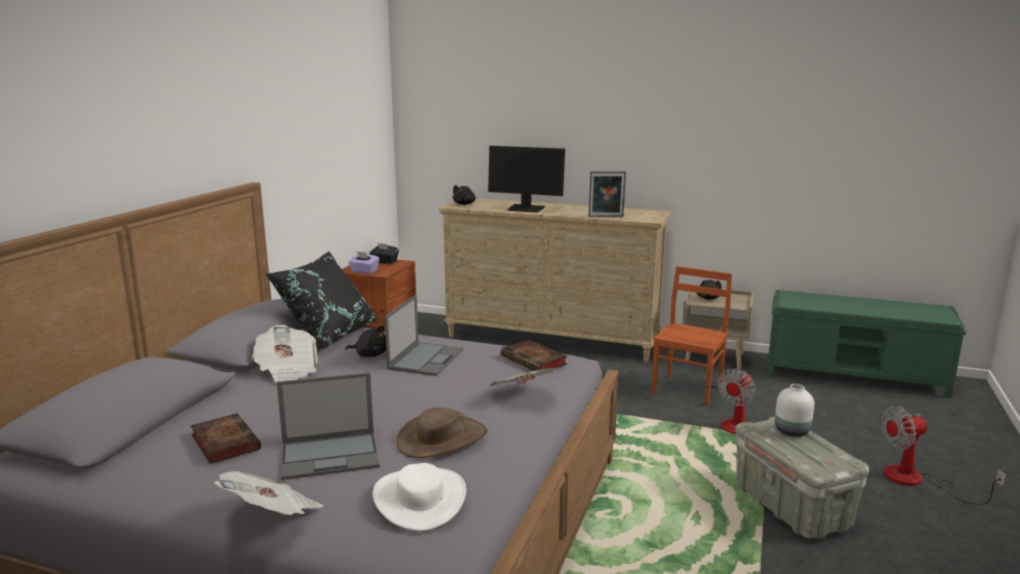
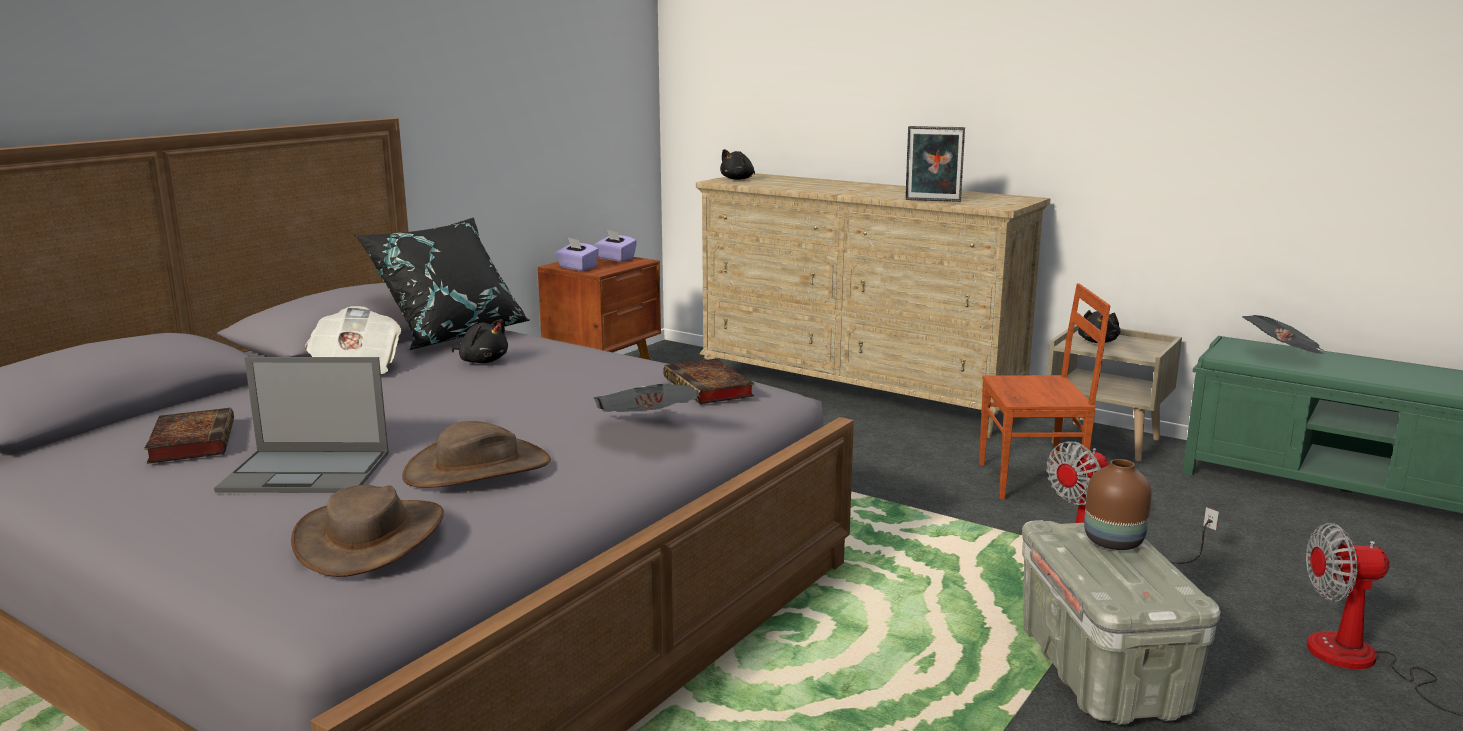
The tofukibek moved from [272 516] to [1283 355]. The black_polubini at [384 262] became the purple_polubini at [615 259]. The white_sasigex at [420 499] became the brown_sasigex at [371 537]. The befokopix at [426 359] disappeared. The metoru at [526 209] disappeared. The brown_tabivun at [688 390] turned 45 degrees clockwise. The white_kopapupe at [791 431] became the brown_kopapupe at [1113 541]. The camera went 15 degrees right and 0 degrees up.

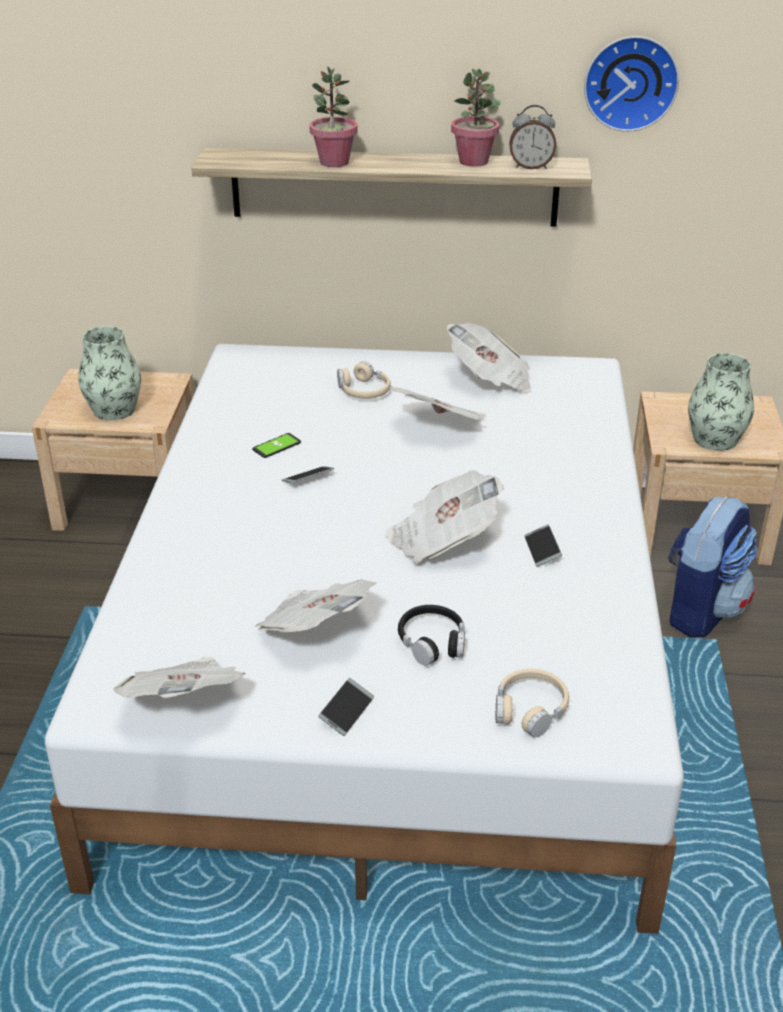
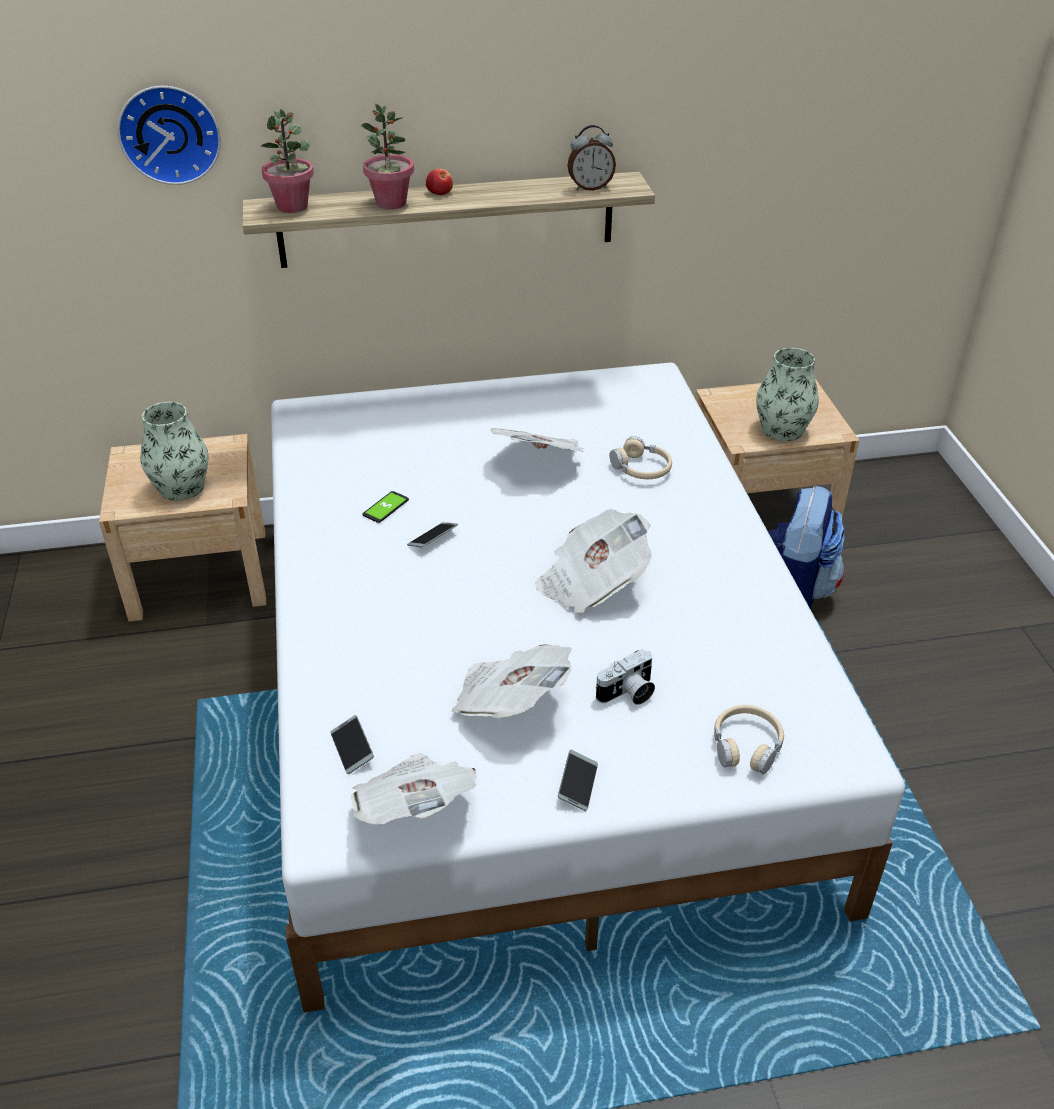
The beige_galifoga moved from [363 391] to [641 468]. The black_galifoga at [432 642] was replaced by the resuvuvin at [628 693]. The tofukibek at [490 379] disappeared. The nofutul moved from [474 161] to [293 206]. The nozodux moved from [542 550] to [352 749]. The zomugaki moved from [630 82] to [170 133]. The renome at [440 192] appeared. The camera went 15 degrees left and 5 degrees up.

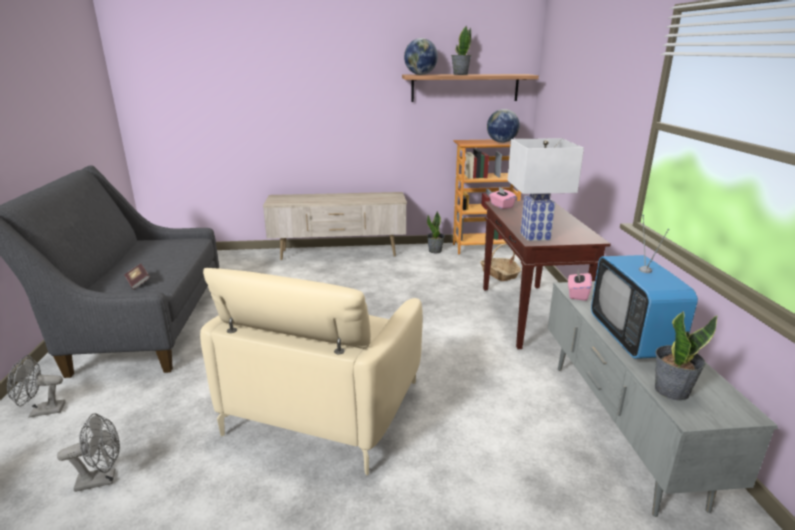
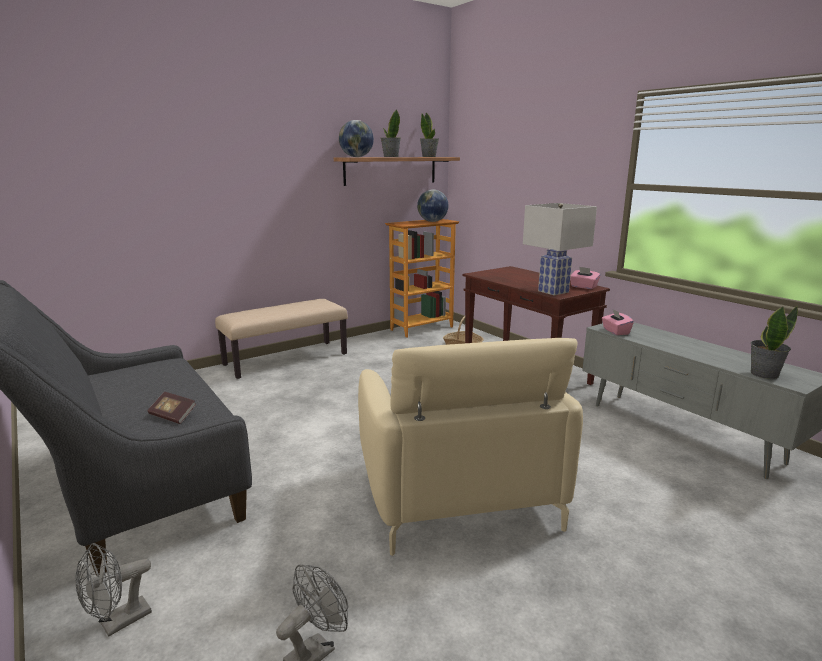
The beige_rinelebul at [338 253] was replaced by the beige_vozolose at [286 359]. The nofutul moved from [435 251] to [429 156]. The pink_polubini moved from [501 206] to [583 287]. The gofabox at [632 338] disappeared. The camera went 30 degrees left and 5 degrees down.

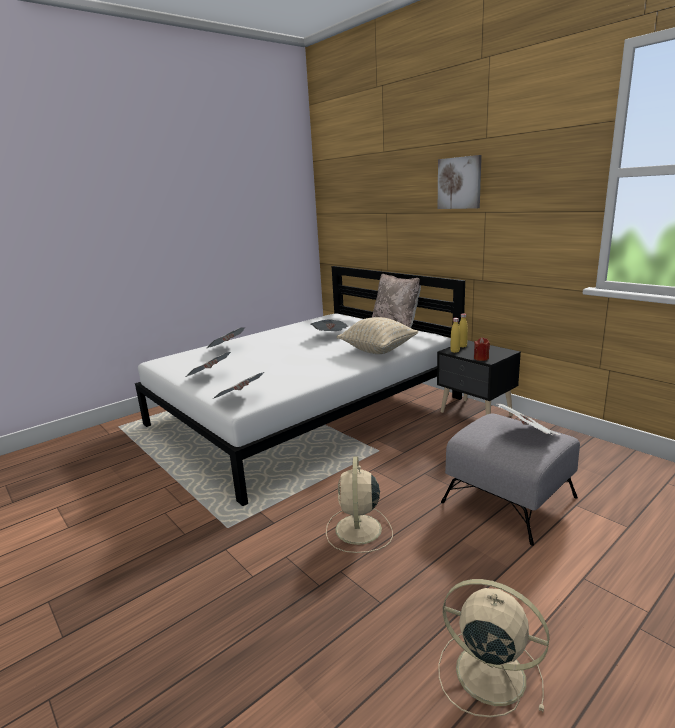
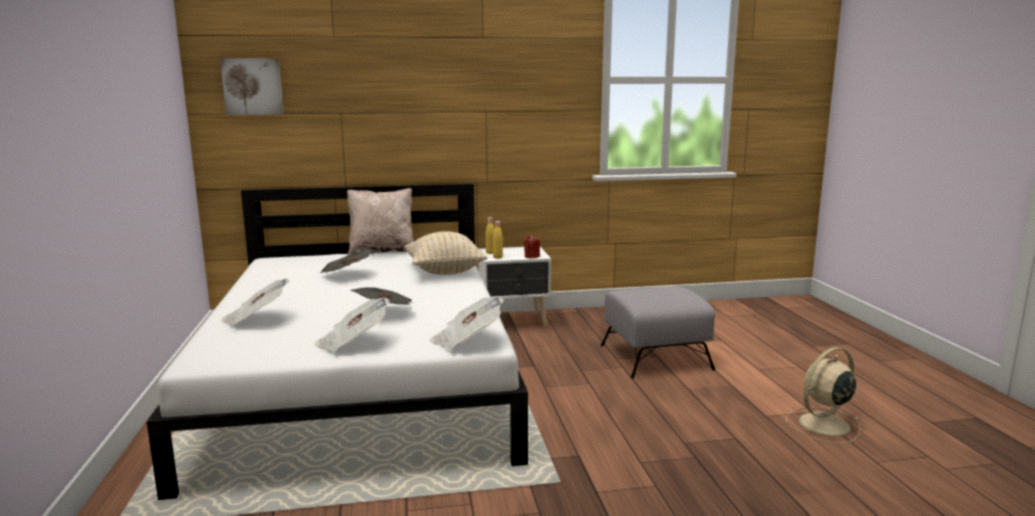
The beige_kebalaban at [358 530] disappeared. The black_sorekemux at [476 414] became the white_sorekemux at [514 322]. The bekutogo moved from [459 183] to [253 86]. The tofukibek moved from [527 435] to [386 313]. The camera went 60 degrees left and 5 degrees down.

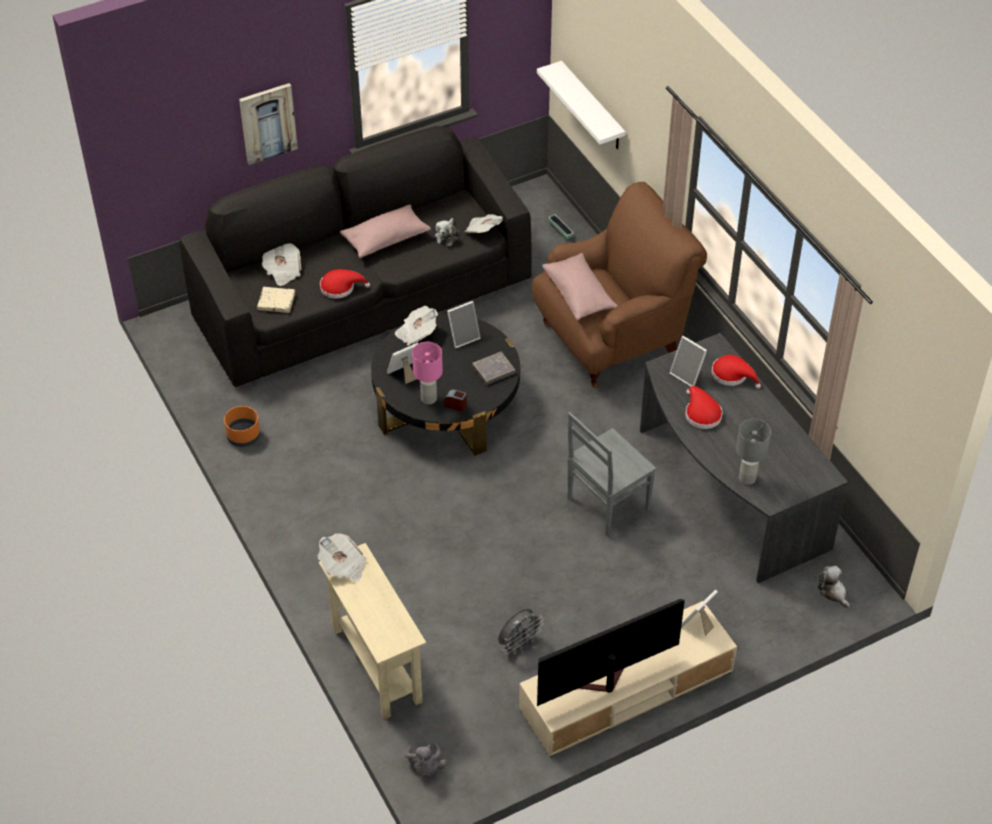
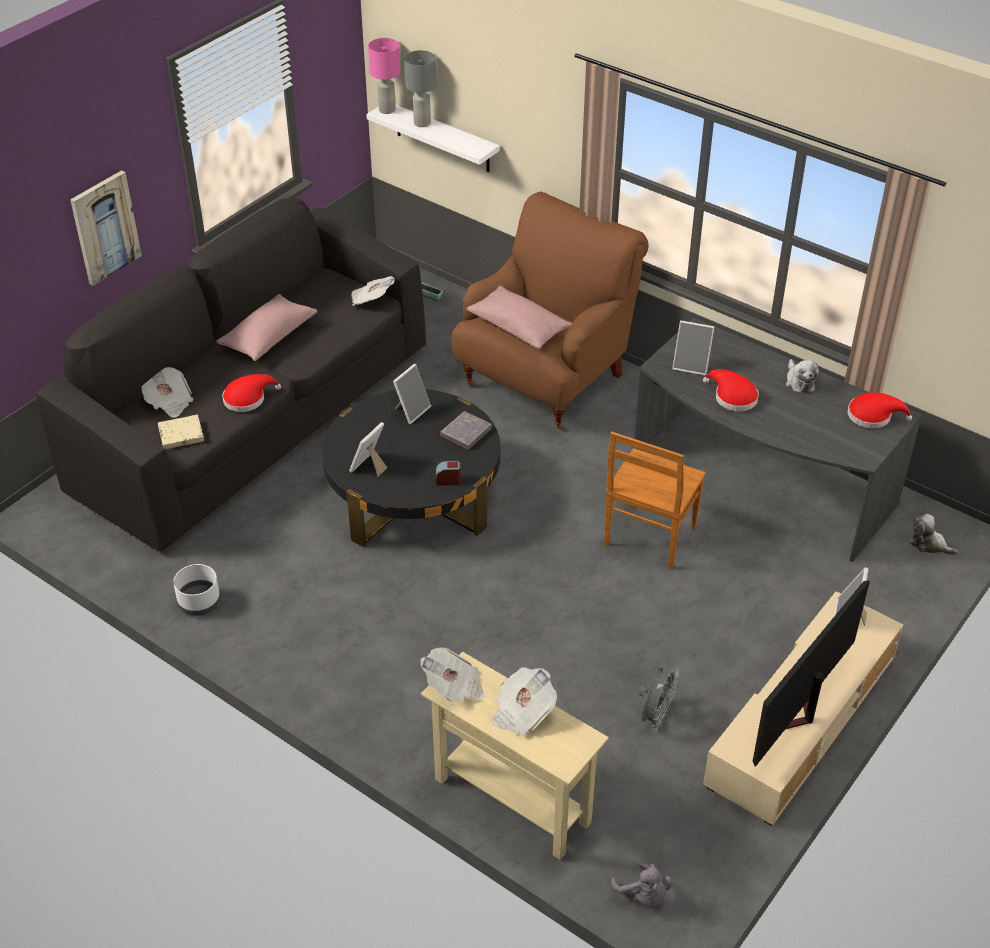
The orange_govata at [243 436] became the white_govata at [199 602]. The tofukibek moved from [416 333] to [522 712]. The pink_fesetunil moved from [428 399] to [386 110]. The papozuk moved from [447 236] to [799 381]. The grey_tabivun at [606 505] became the brown_tabivun at [648 538]. The red_sasigex moved from [732 375] to [873 416]. The grey_fesetunil moved from [746 478] to [421 123]. The camera went 25 degrees left and 5 degrees down.

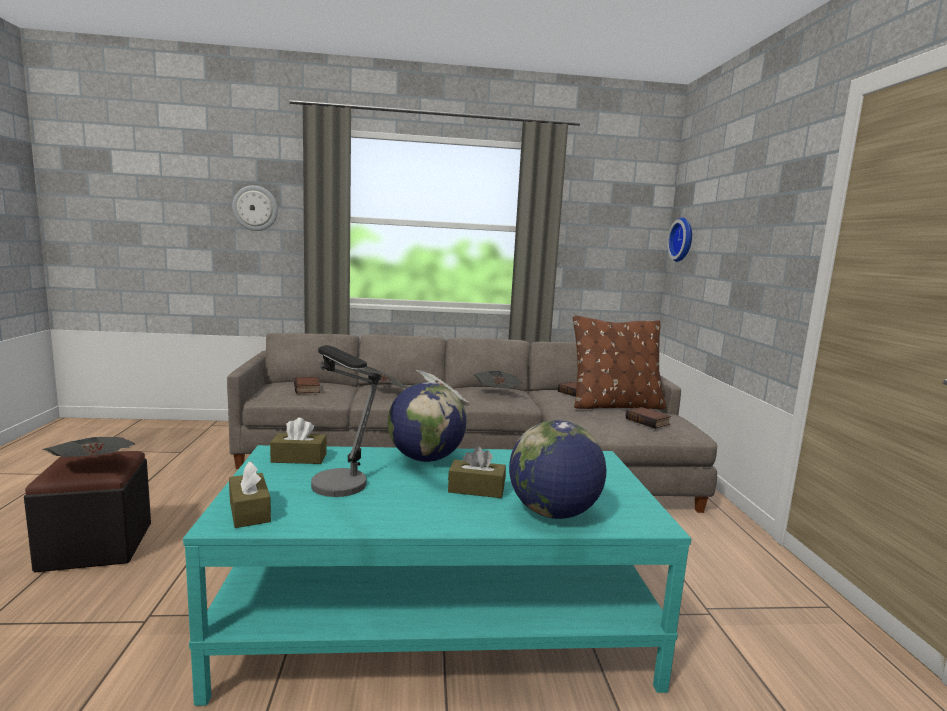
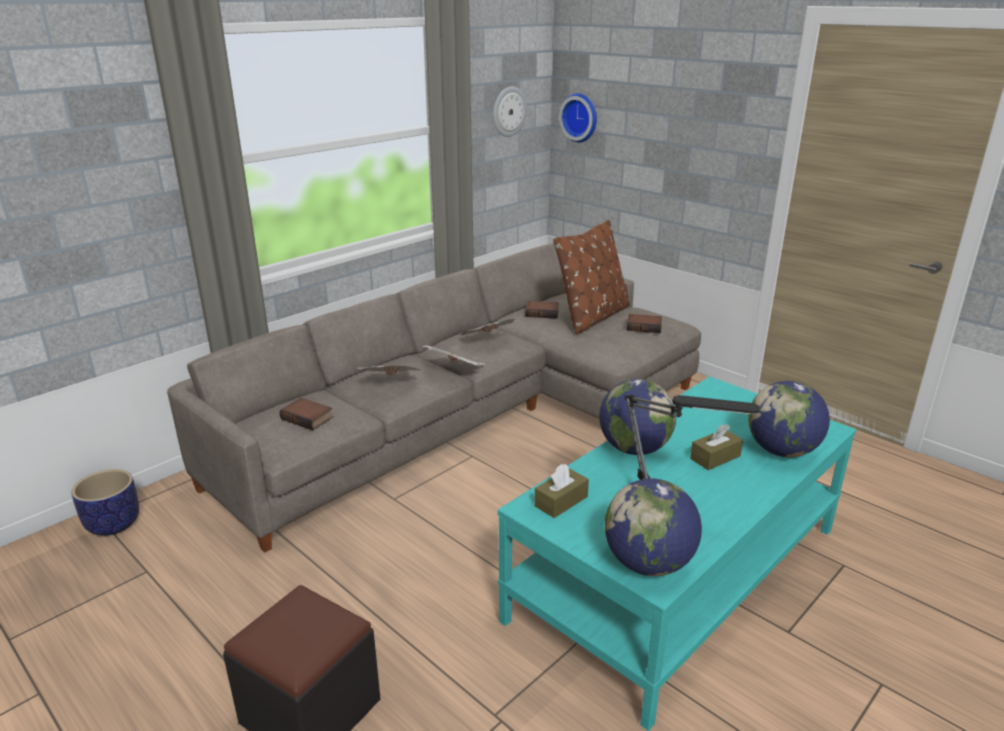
The tofukibek at [94 467] disappeared. The brown_polubini at [249 511] was replaced by the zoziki at [648 564]. The zomugaki moved from [255 208] to [508 111]. The govata at [112 524] appeared. The camera went 40 degrees left and 15 degrees up.

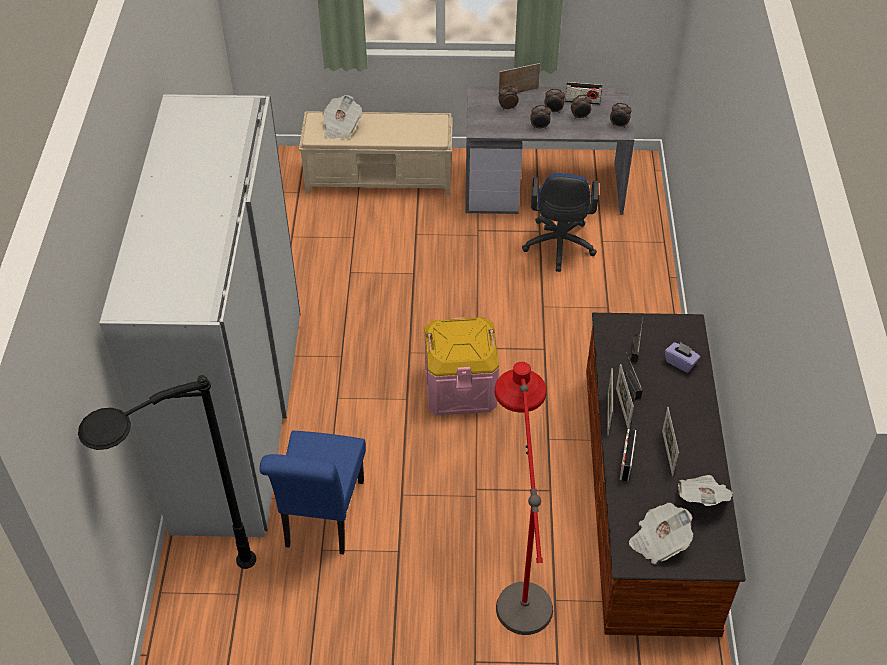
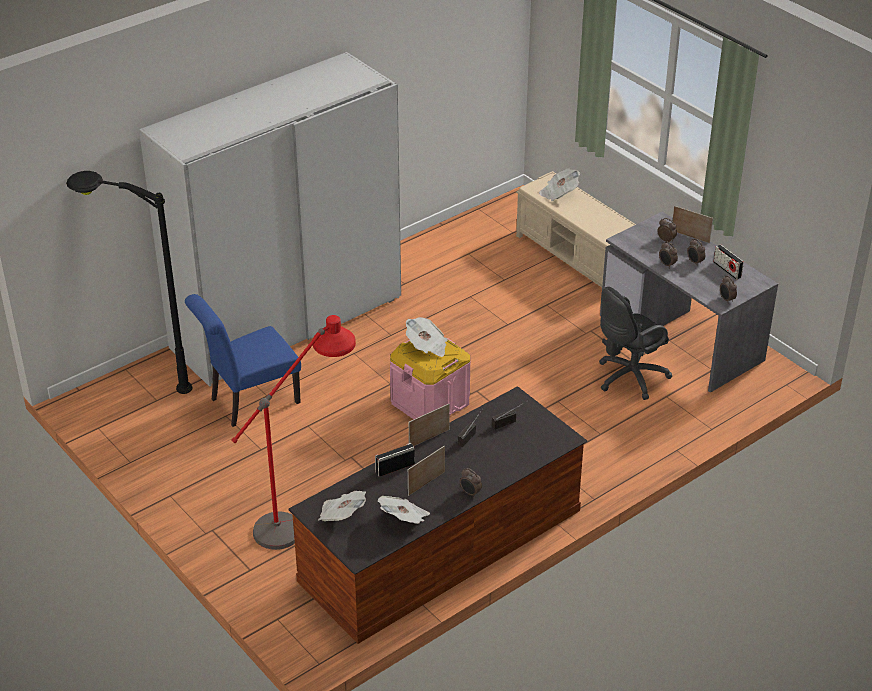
The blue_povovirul at [558 247] became the black_povovirul at [628 378]. The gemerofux moved from [580 117] to [470 493]. The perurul at [622 409] disappeared. The purple_polubini at [680 362] disappeared. The tofukibek at [427 346] appeared. The camera went 50 degrees right and 10 degrees down.

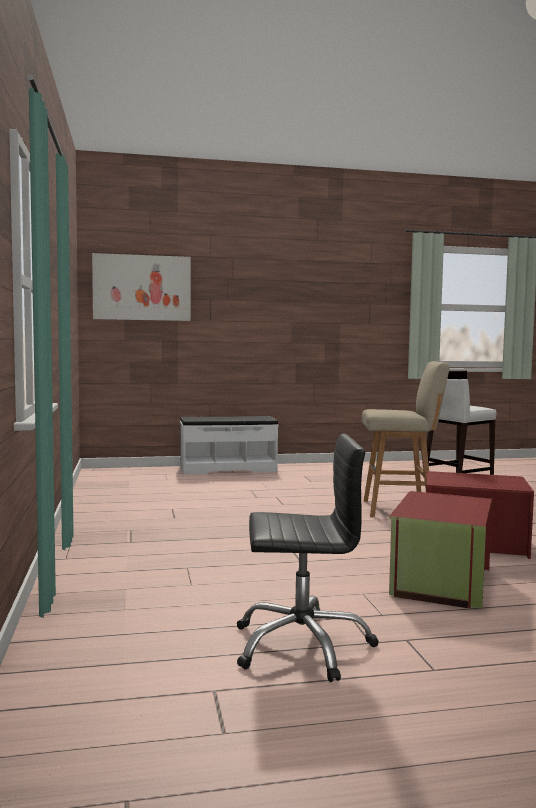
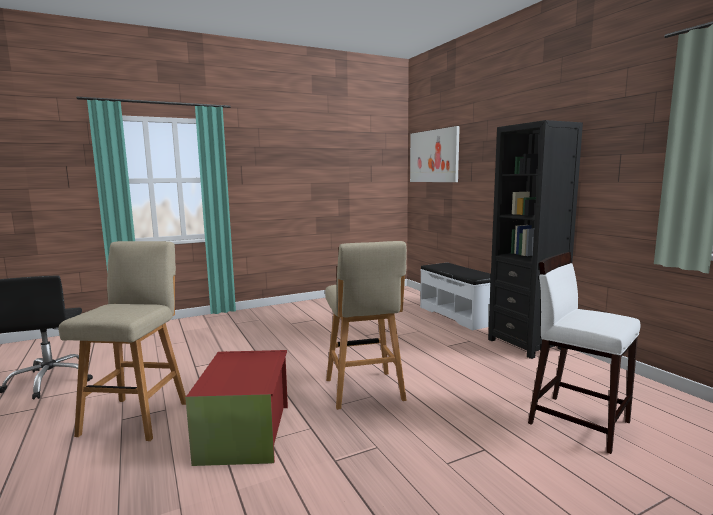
The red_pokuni at [439 581] was replaced by the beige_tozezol at [137 416]. The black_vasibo at [525 344] appeared. The camera went 75 degrees right and 5 degrees up.

